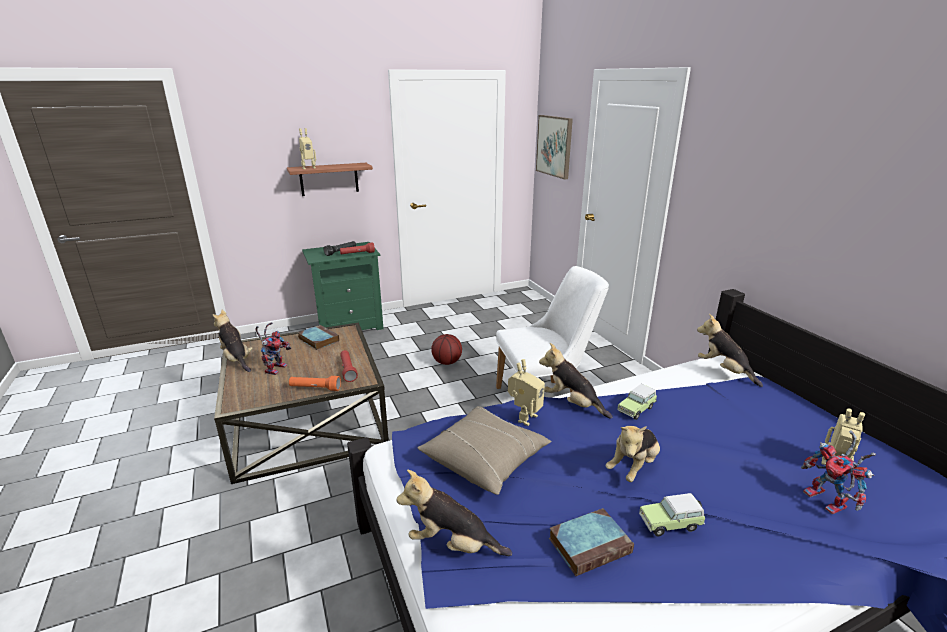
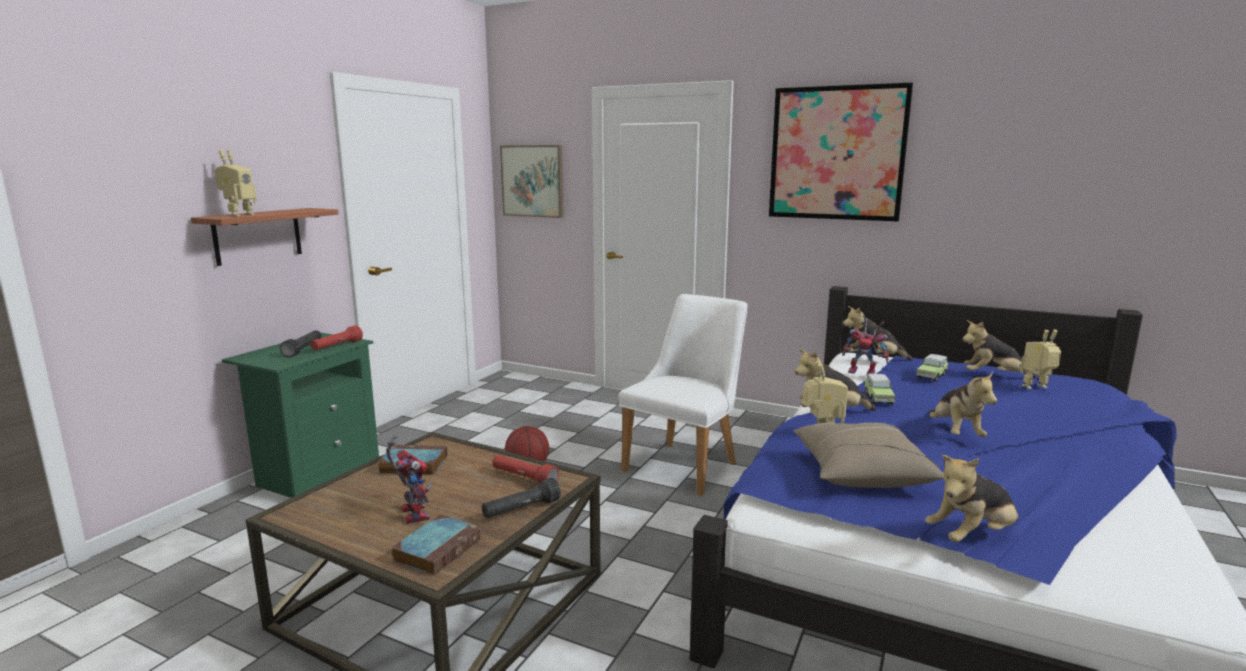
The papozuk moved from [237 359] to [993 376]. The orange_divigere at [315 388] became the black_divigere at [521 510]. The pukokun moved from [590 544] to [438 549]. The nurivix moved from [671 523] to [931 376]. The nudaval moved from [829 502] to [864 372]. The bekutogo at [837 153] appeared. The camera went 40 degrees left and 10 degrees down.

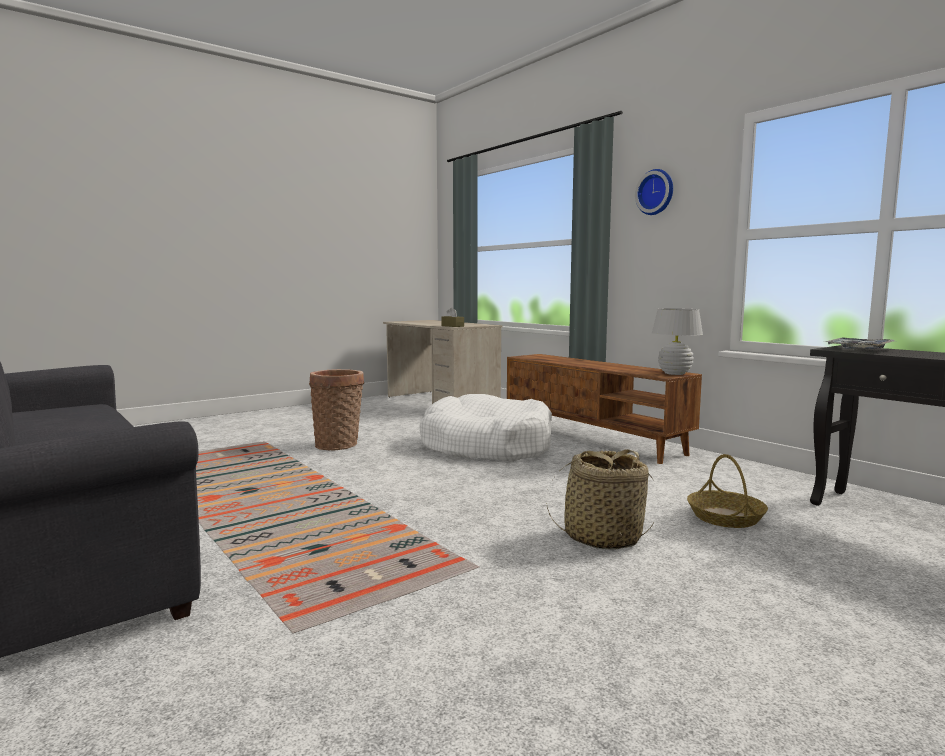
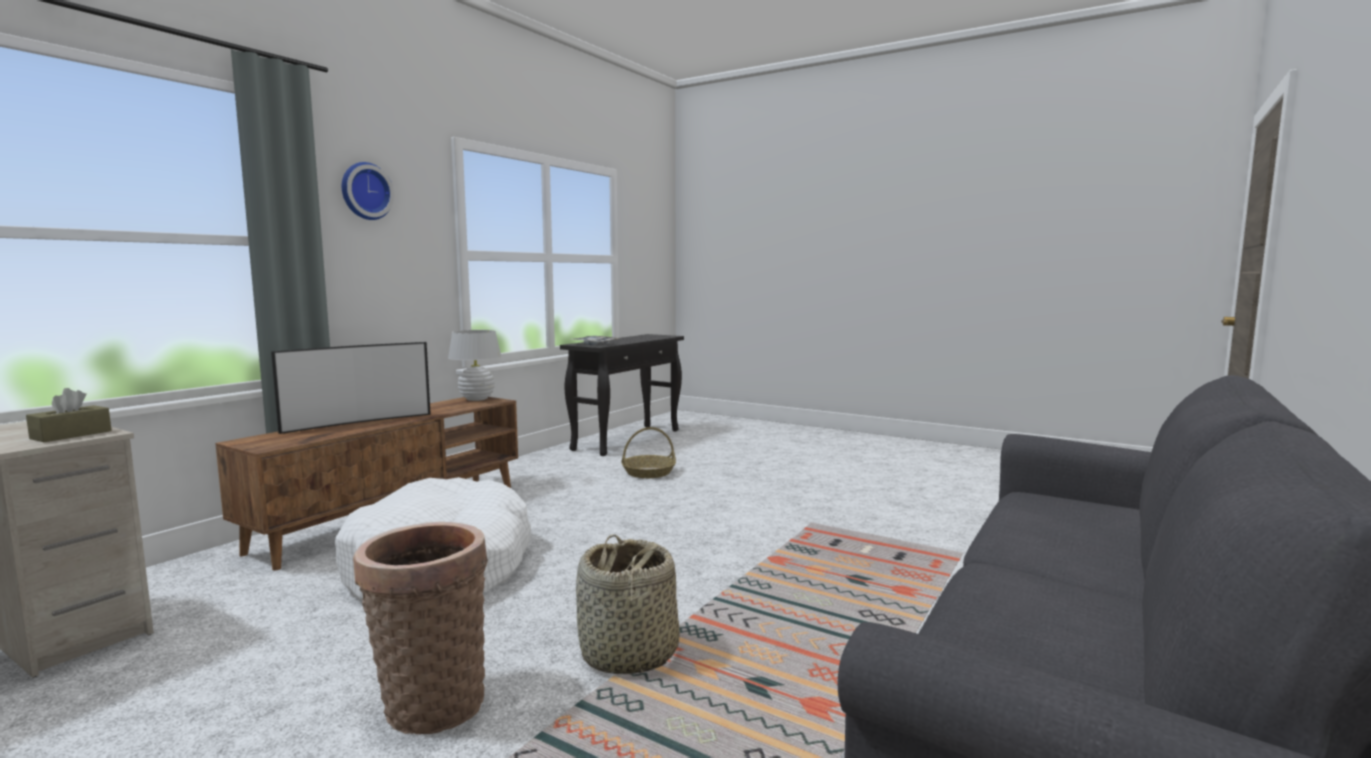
The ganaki moved from [602 537] to [628 654]. The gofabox at [357 422] appeared. The camera went 110 degrees left and 0 degrees up.

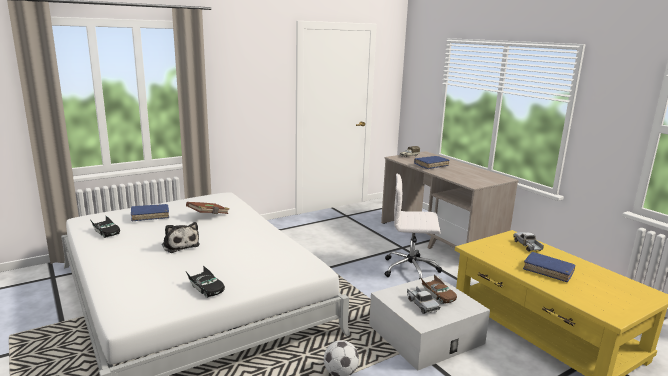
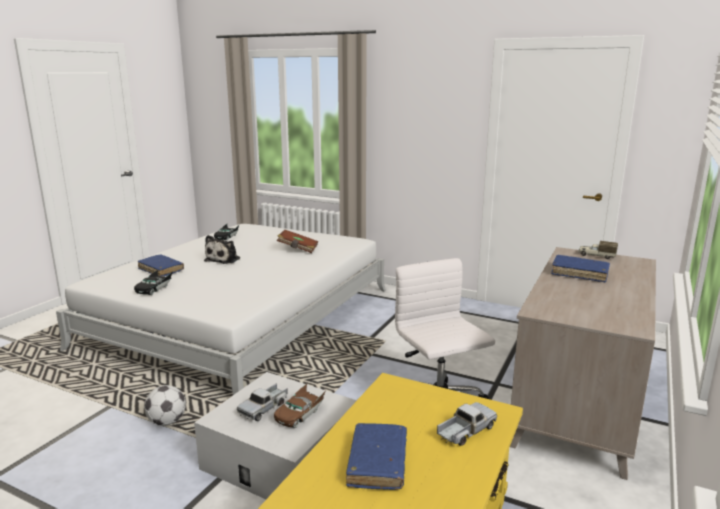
The blue_pukokun moved from [150 216] to [161 270]. The camera went 60 degrees right and 0 degrees up.

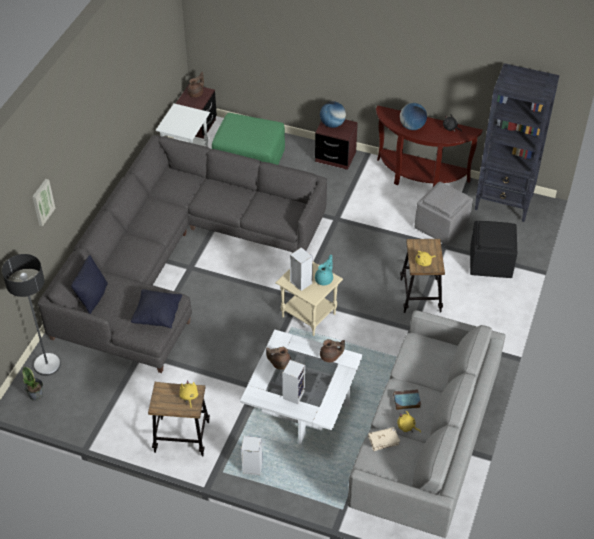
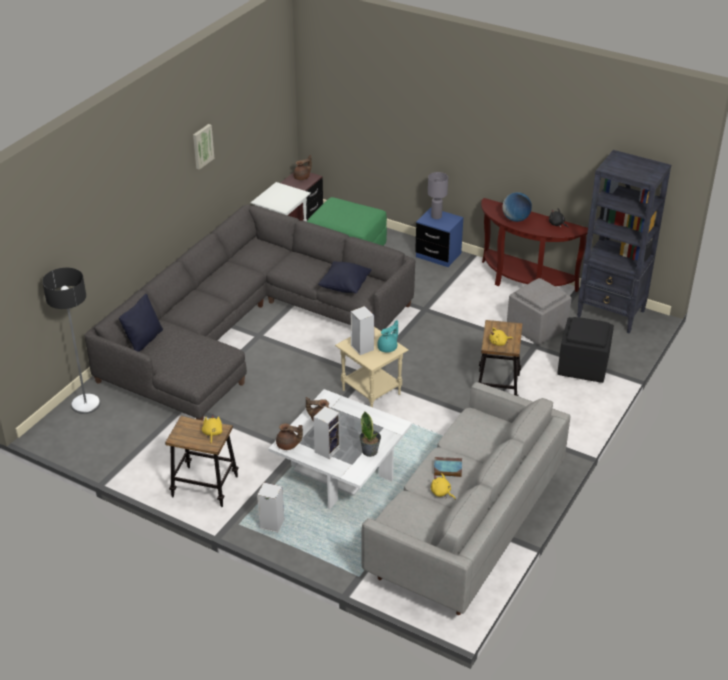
The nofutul moved from [36 395] to [370 451]. The bekutogo moved from [42 202] to [202 146]. The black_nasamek moved from [157 316] to [345 287]. The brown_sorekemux at [335 157] became the blue_sorekemux at [438 255]. The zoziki at [332 124] was replaced by the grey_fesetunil at [436 216]. The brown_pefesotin moved from [330 356] to [288 445]. The beige_pukokun at [383 441] disappeared. The camera went 10 degrees right and 10 degrees down.

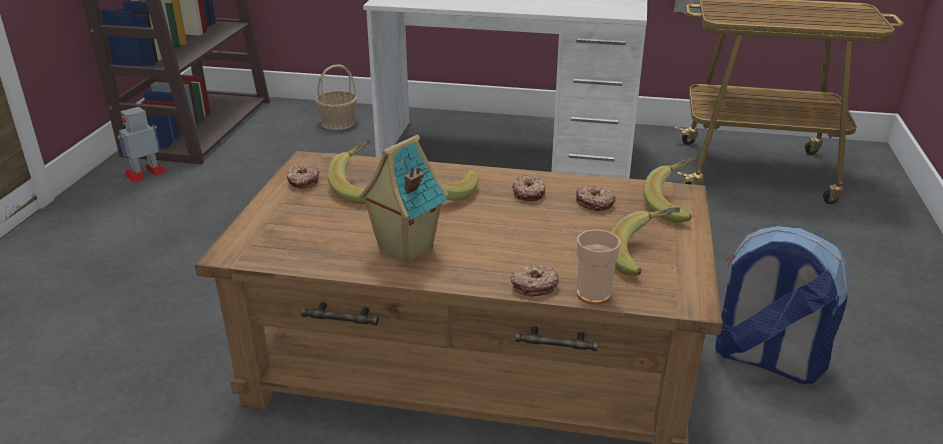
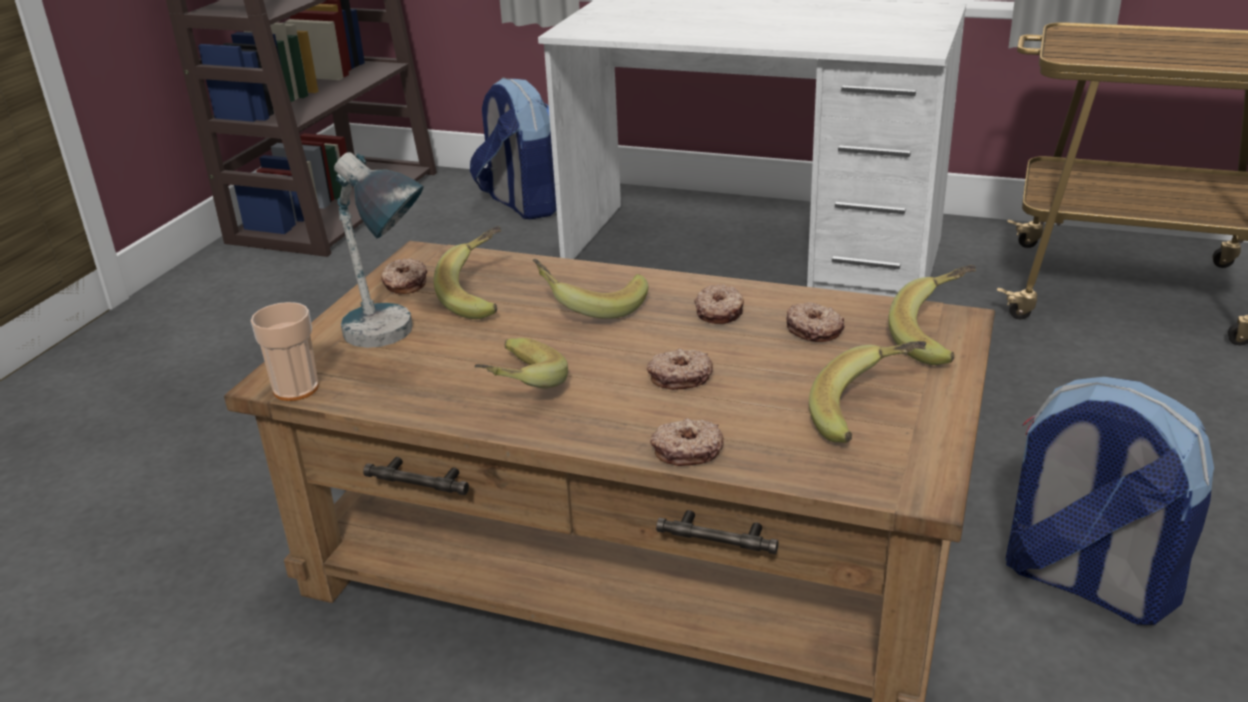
The nudaval at [146 173] disappeared. The ganaki at [338 123] was replaced by the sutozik at [522 204]. The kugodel at [404 250] was replaced by the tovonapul at [514 388]. The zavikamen moved from [593 295] to [296 389]. The fesetunil at [391 342] appeared. The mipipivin at [680 377] appeared. The camera went 10 degrees right and 0 degrees up.

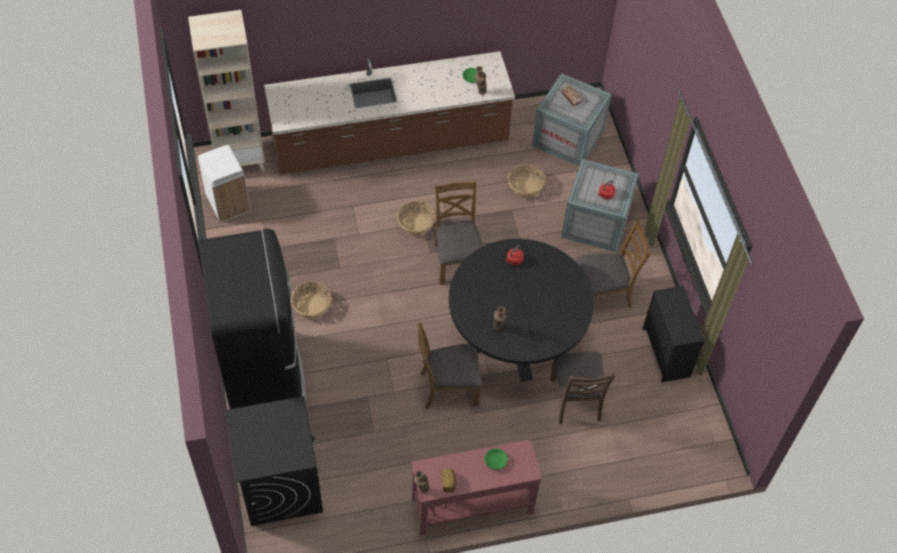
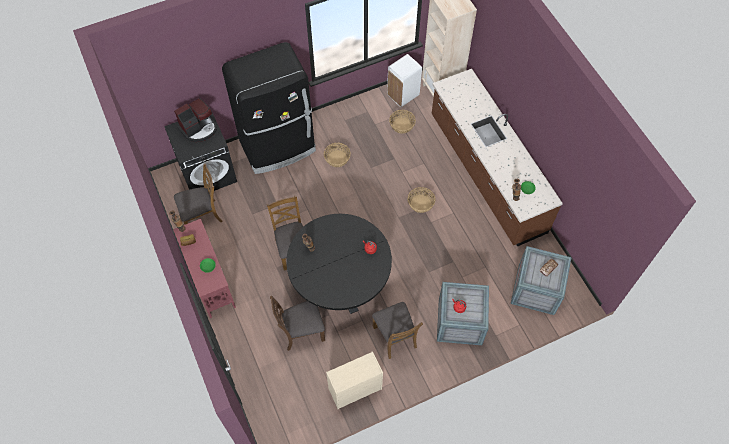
The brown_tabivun moved from [457 261] to [202 215]. The ganaki moved from [525 186] to [402 125]. The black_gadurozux at [666 353] became the beige_gadurozux at [354 389]. The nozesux at [199 129] appeared. The camera went 80 degrees right and 5 degrees up.

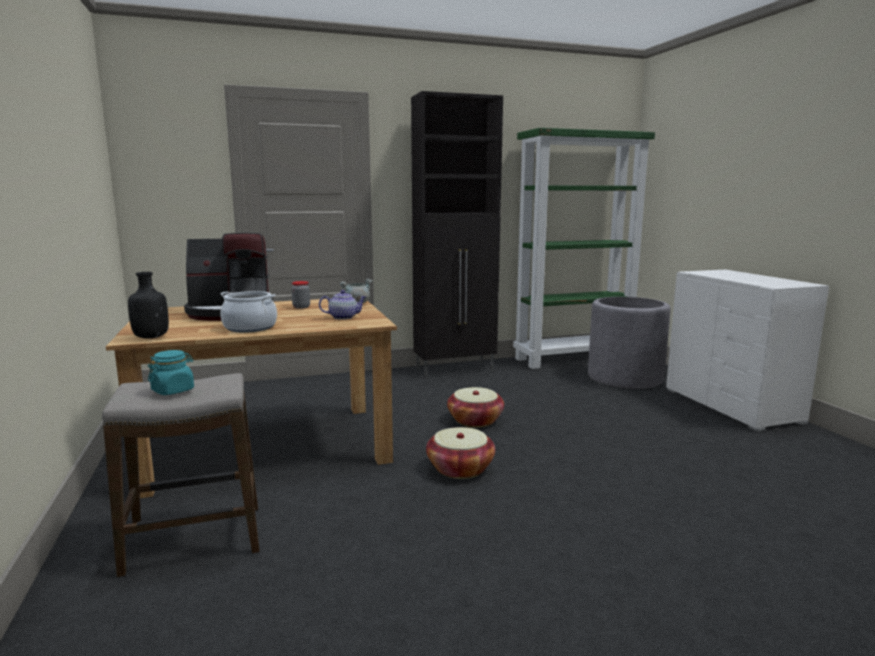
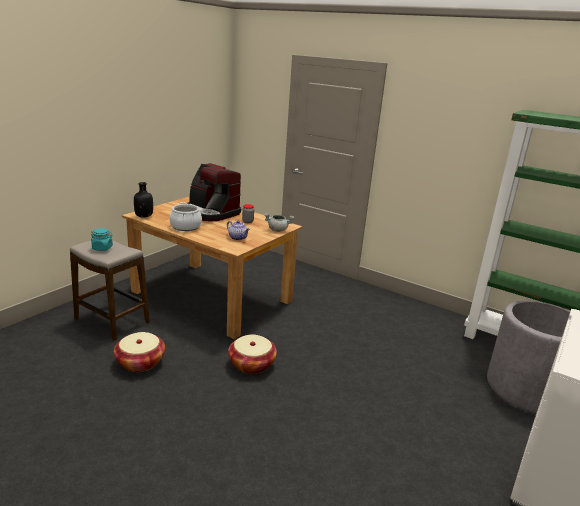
The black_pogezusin at [456 369] disappeared. The ganaki moved from [475 420] to [140 362]. The camera went 50 degrees right and 10 degrees up.

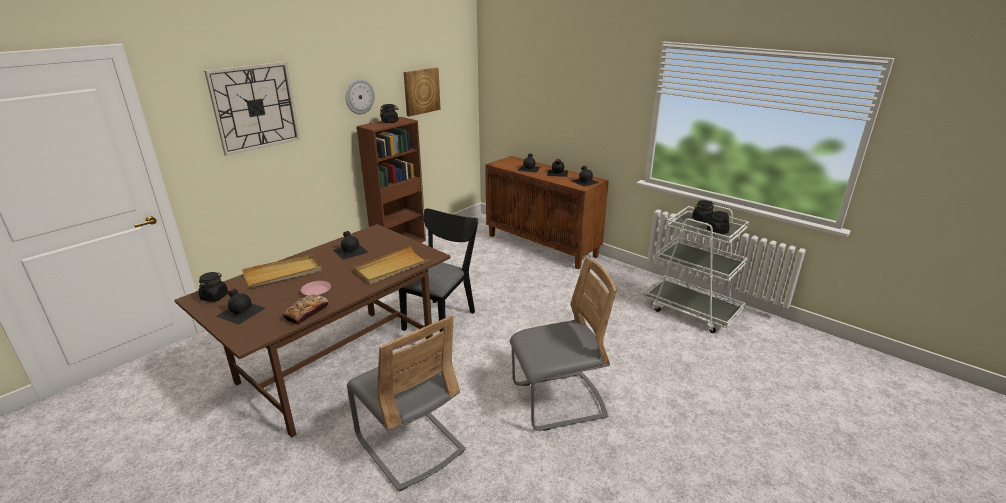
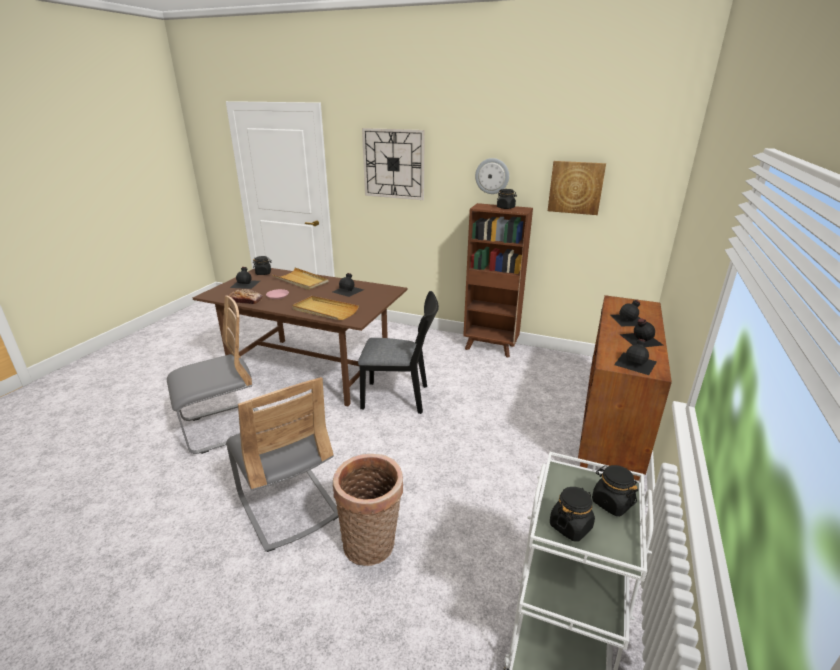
The grey_tabivun at [409 444] turned 150 degrees counterclockwise. The ganaki at [372 545] appeared. The camera went 70 degrees right and 0 degrees up.

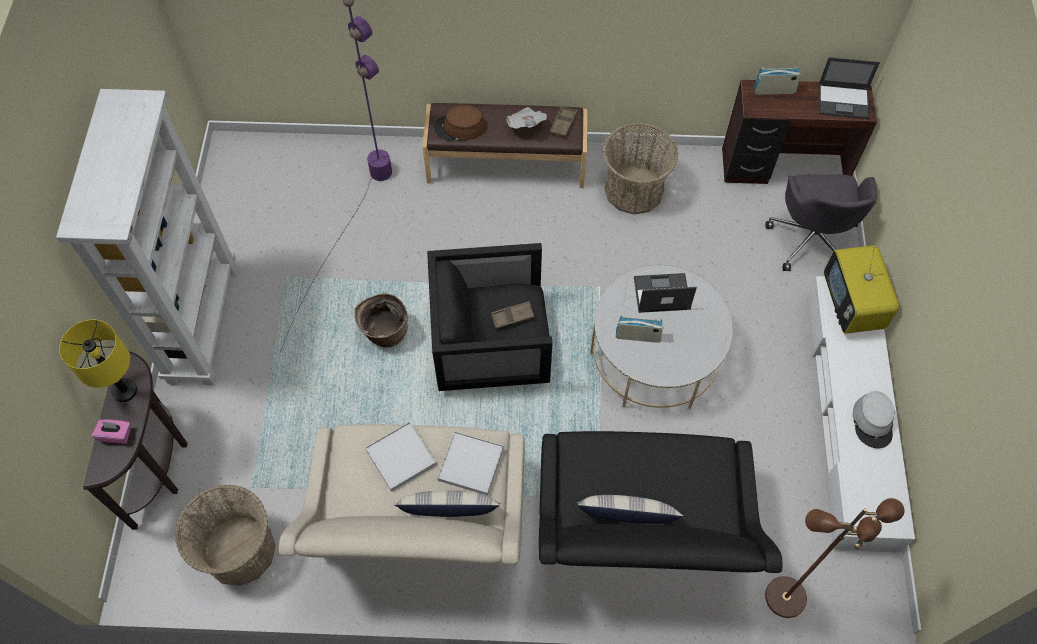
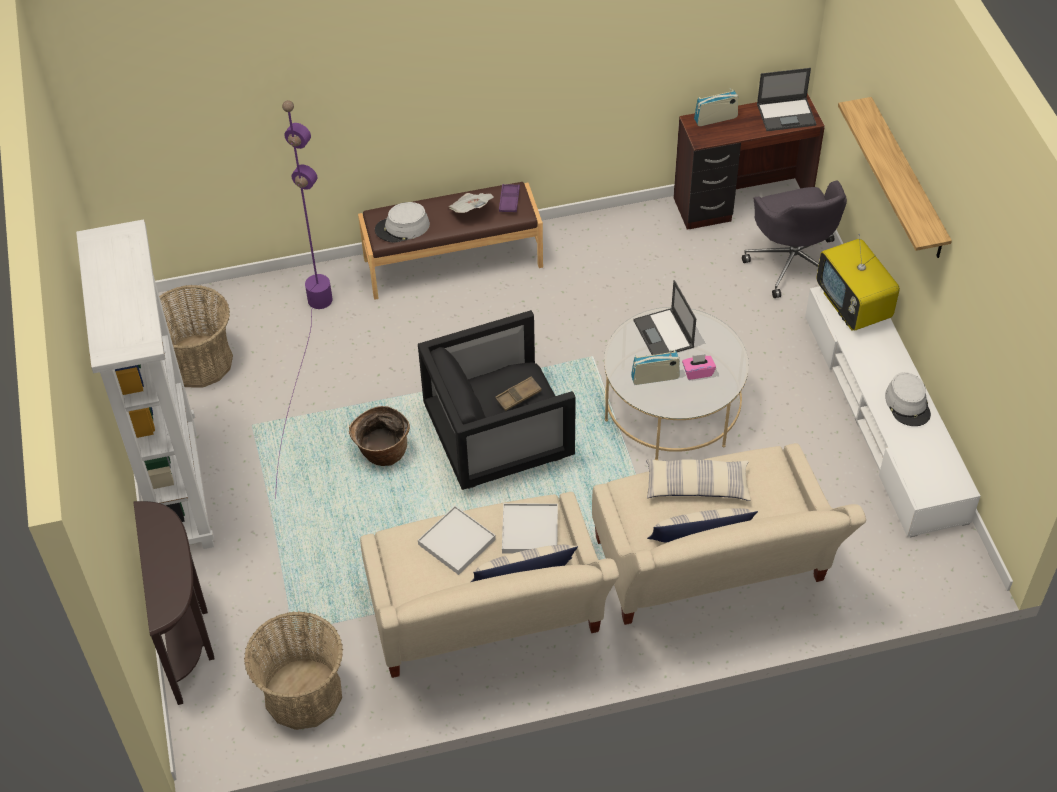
The yellow_fesetunil at [125 391] disappeared. The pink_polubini moved from [116 435] to [698 372]. The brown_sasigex at [459 128] became the grey_sasigex at [402 228]. The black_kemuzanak at [640 533] became the beige_kemuzanak at [713 571]. The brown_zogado at [563 123] became the purple_zogado at [509 200]. The ganaki moved from [634 190] to [199 361]. The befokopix at [661 293] turned 90 degrees counterclockwise. The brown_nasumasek at [785 595] disappeared. The nasamek at [697 486] appeared. The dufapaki at [907 180] appeared. The camera went 15 degrees left and 10 degrees down.

